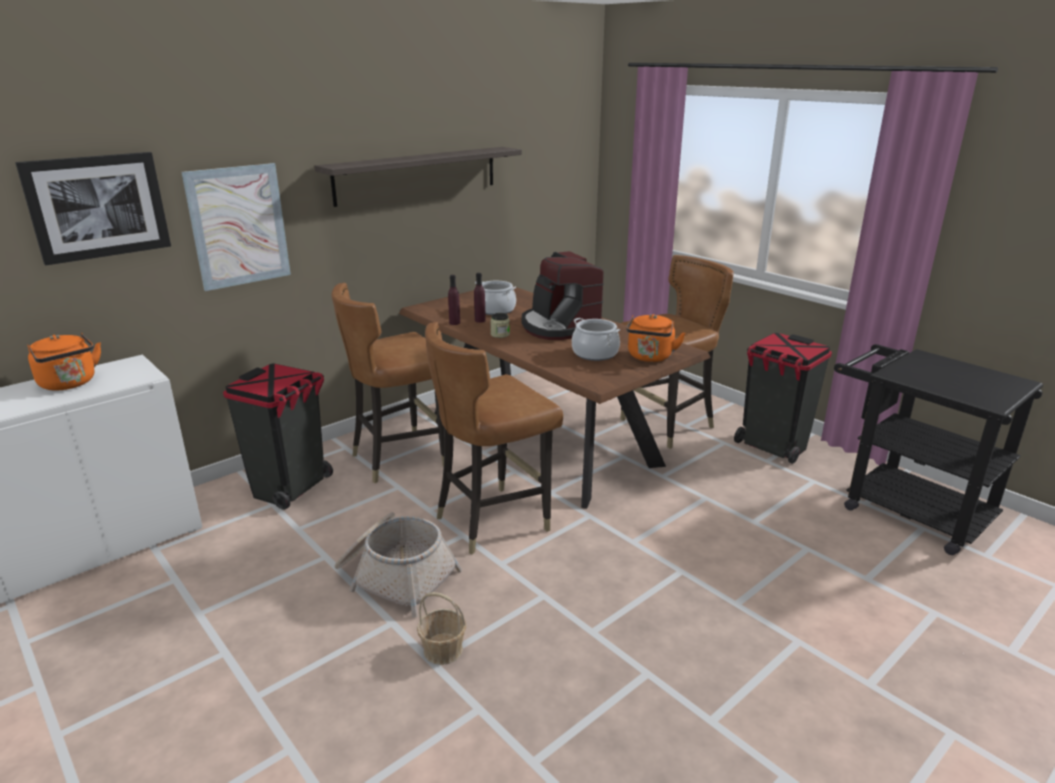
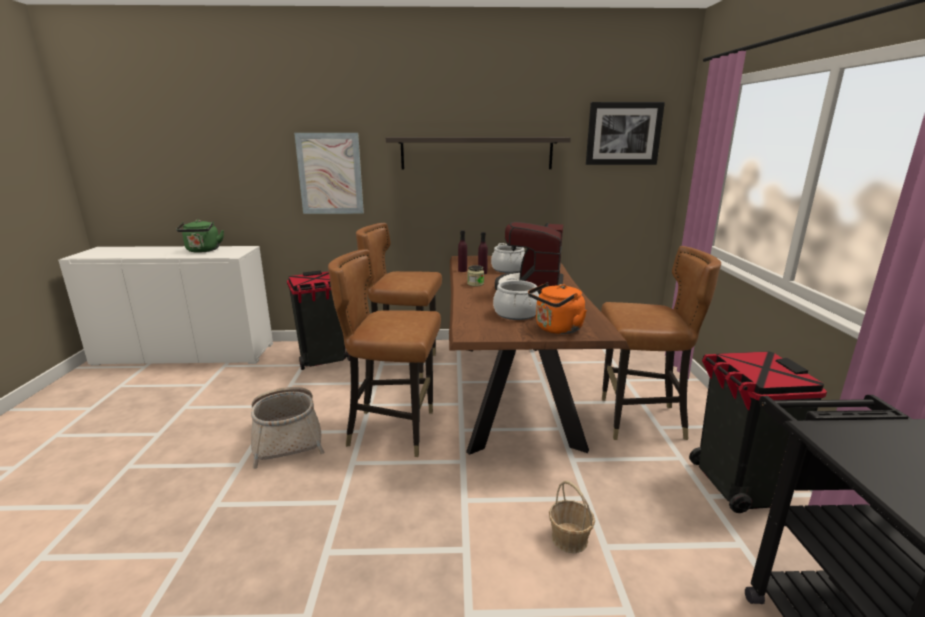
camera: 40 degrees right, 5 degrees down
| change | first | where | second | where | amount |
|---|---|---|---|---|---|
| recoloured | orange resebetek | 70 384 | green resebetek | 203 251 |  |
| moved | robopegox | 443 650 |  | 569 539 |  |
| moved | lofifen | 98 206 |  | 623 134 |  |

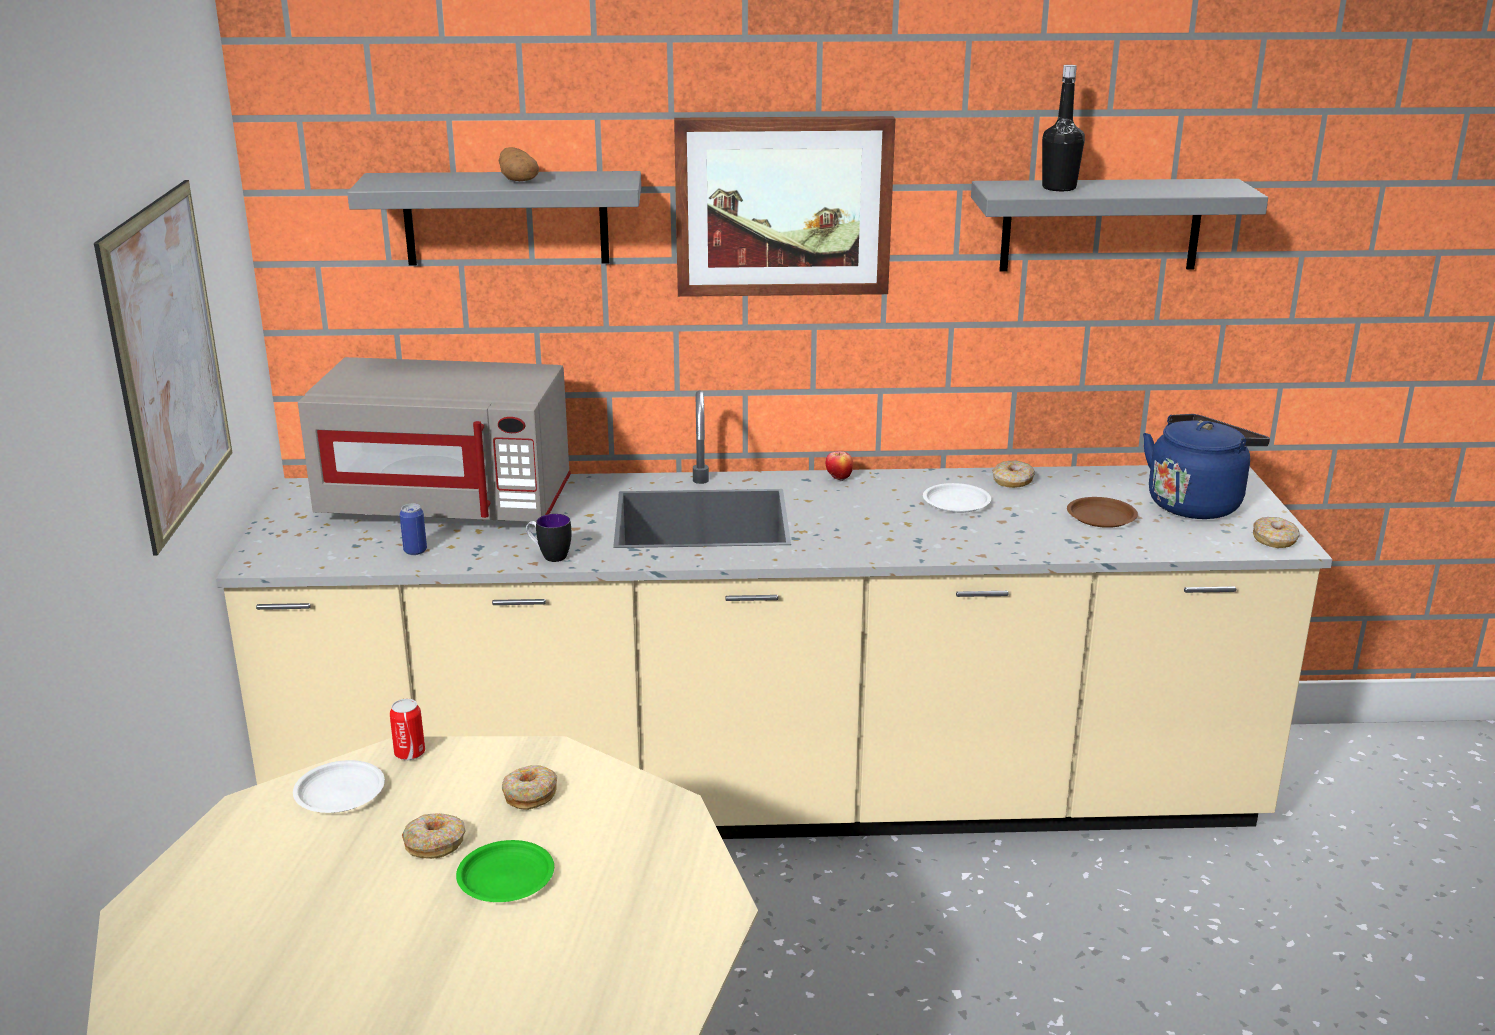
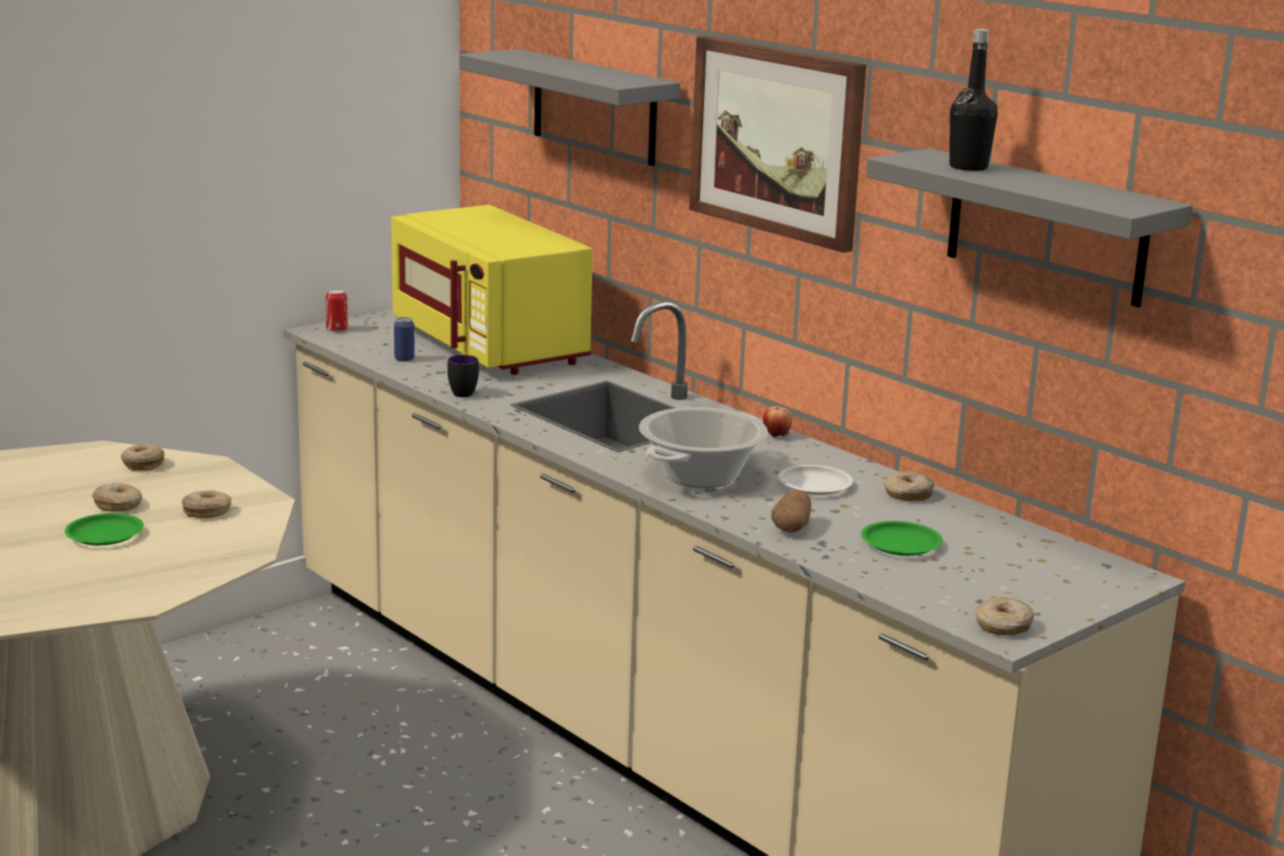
camera: 50 degrees right, 5 degrees down
| change | first | where | second | where | amount |
|---|---|---|---|---|---|
| replaced | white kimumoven | 339 792 | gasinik | 142 464 |  |
| moved | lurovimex | 409 753 |  | 337 329 |  |
| recoloured | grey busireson | 448 504 | yellow busireson | 491 345 |  |
| added |  |  | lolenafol | 700 475 |  |
| moved | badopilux | 517 180 |  | 792 527 |  |
| recoloured | brown kimumoven | 1101 517 | green kimumoven | 900 544 |  |
| removed | lofifen | 169 361 |  |  |  |
| removed | blue resebetek | 1196 503 |  |  |  |

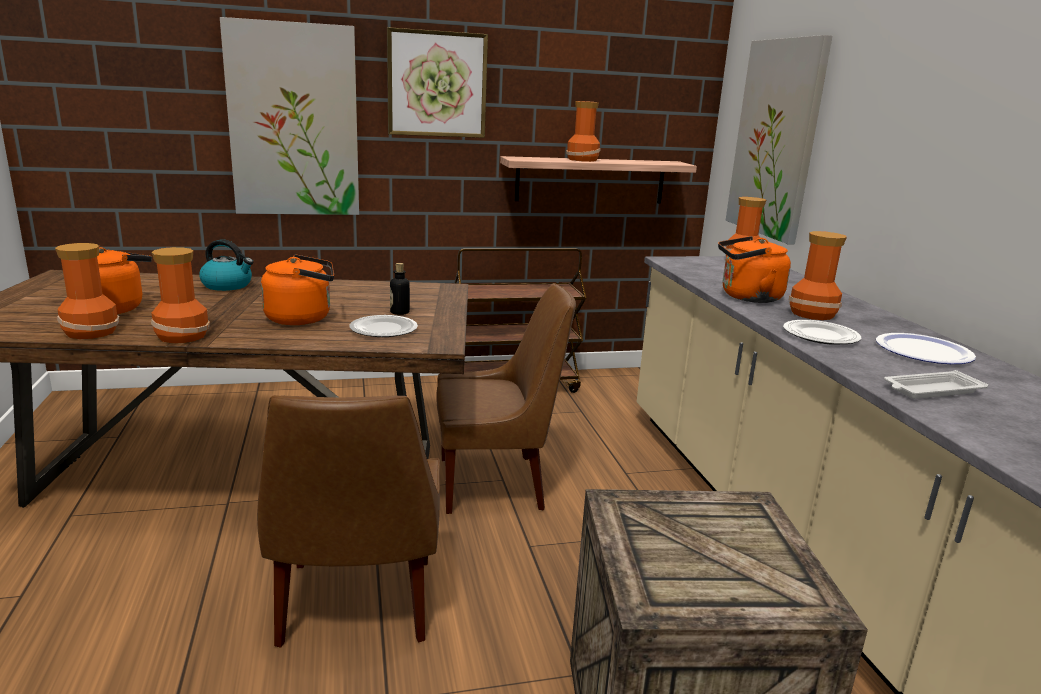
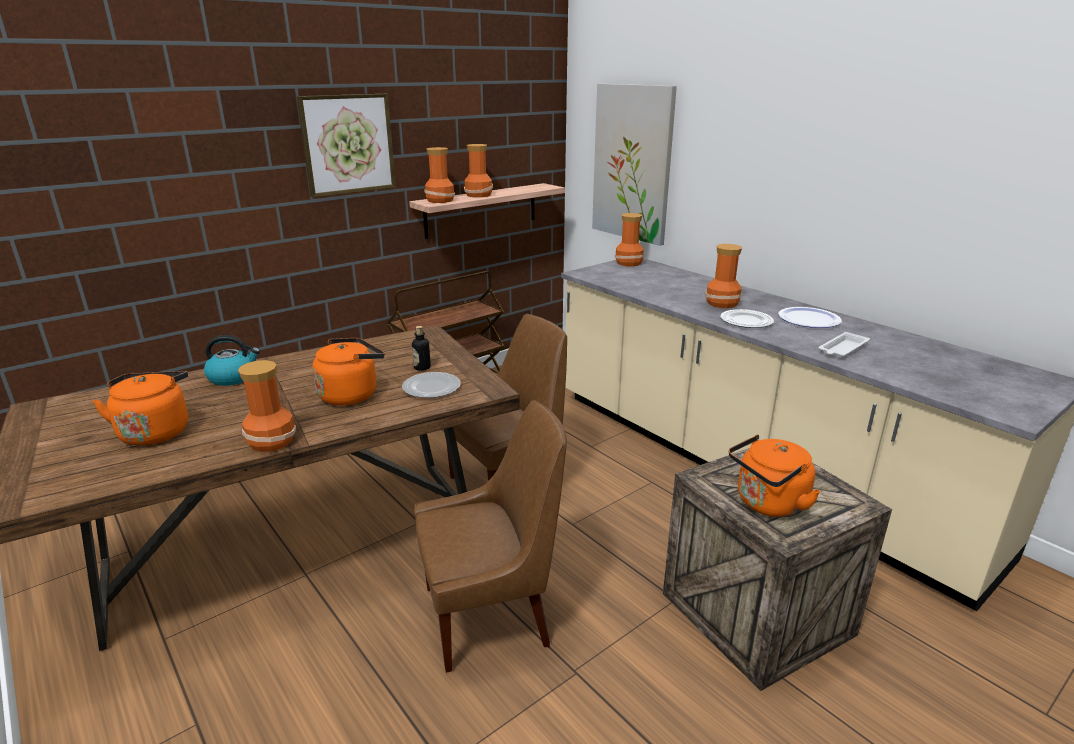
camera: 25 degrees left, 5 degrees up
| change | first | where | second | where | amount |
|---|---|---|---|---|---|
| turned | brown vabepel | 356 606 |  | 491 615 | 75 degrees counterclockwise |
| moved | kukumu | 90 331 |  | 439 200 |  |
| moved | orange resebetek | 747 297 |  | 768 504 |  |
| removed | lofifen | 294 121 |  |  |  |

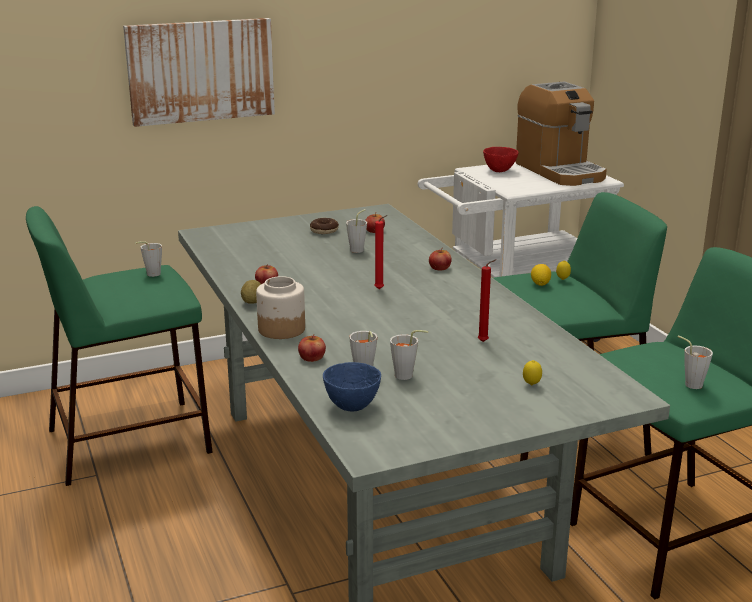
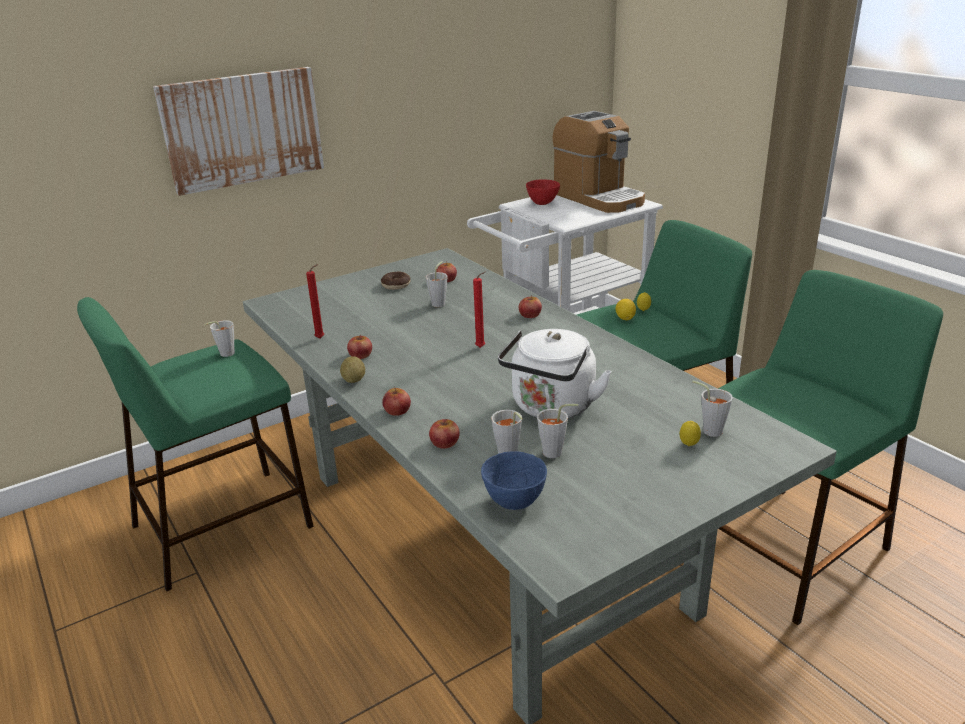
camera: 10 degrees left, 5 degrees up
| change | first | where | second | where | amount |
|---|---|---|---|---|---|
| moved | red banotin | 484 342 |  | 321 338 |  |
| replaced | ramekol | 281 329 | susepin | 397 410 |  |
| added |  |  | white resebetek | 551 408 |  |
| moved | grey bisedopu | 690 383 |  | 708 430 |  |

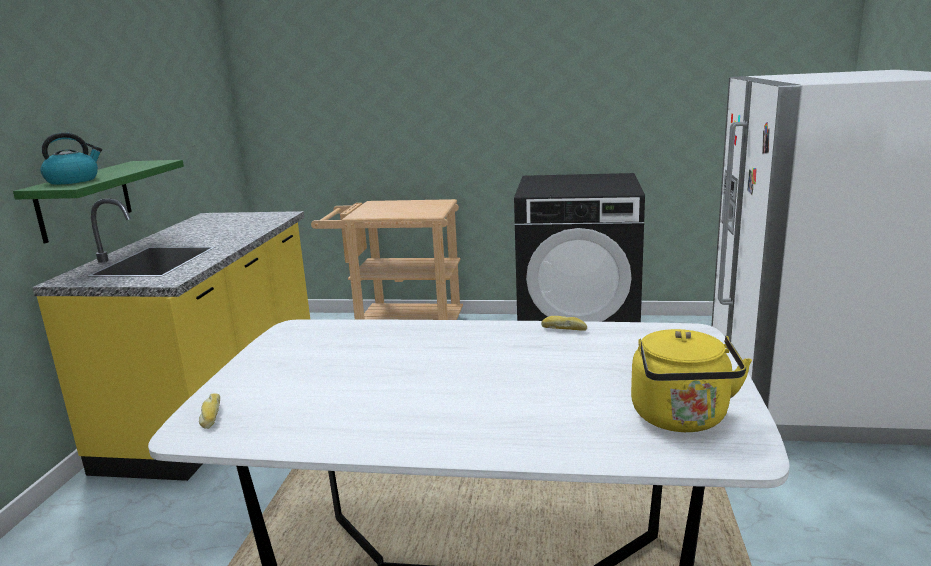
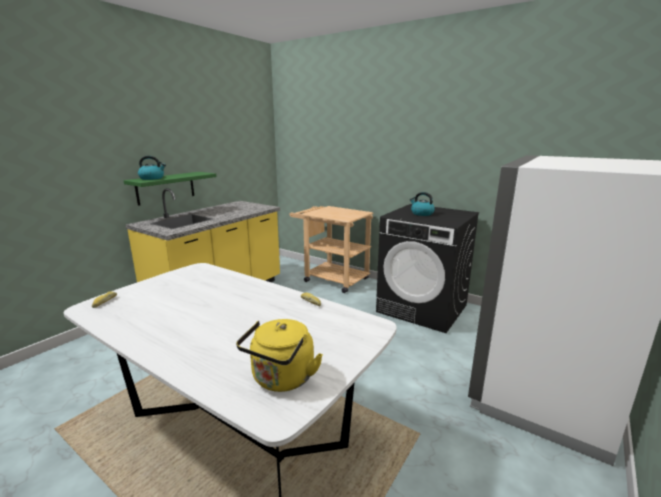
camera: 25 degrees right, 0 degrees up
| change | first | where | second | where | amount |
|---|---|---|---|---|---|
| added |  |  | resebetek | 421 213 |  |

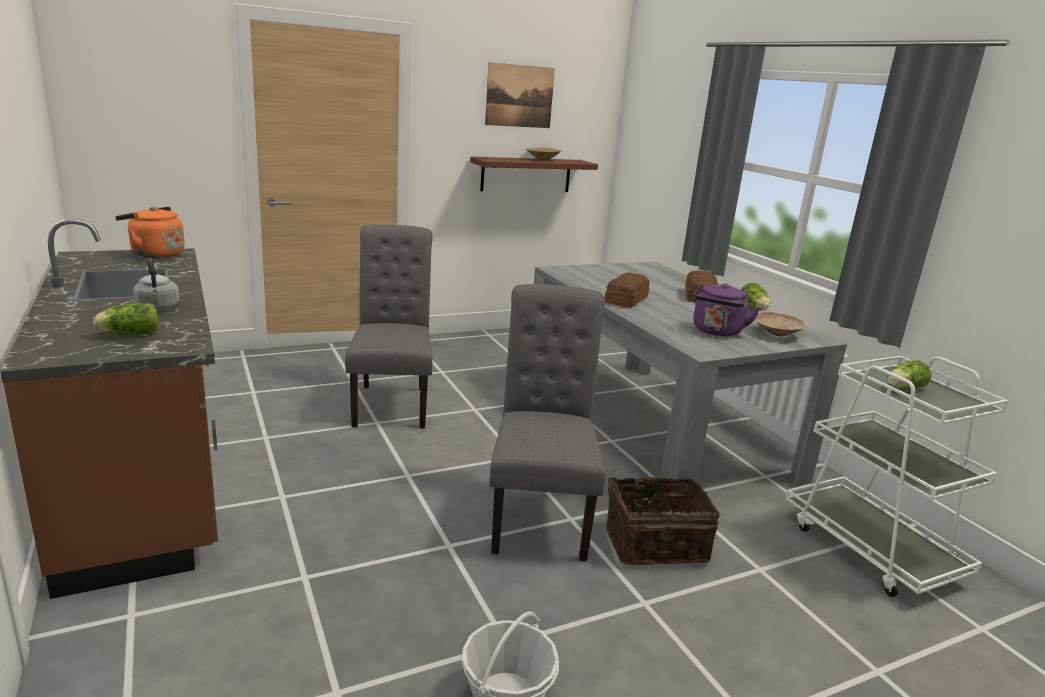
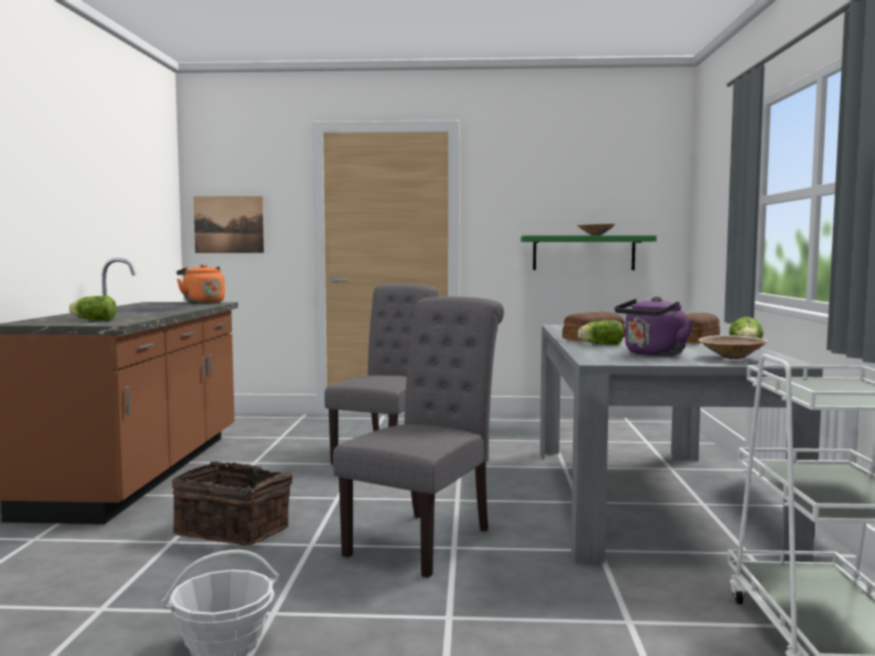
camera: 30 degrees right, 15 degrees down
| change | first | where | second | where | amount |
|---|---|---|---|---|---|
| moved | robopegox | 654 543 |  | 234 531 |  |
| moved | lofifen | 519 96 |  | 229 224 |  |
| recoloured | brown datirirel | 526 174 | green datirirel | 583 253 |  |
| moved | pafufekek | 903 388 |  | 600 344 |  |
| removed | grey resebetek | 158 308 |  |  |  |

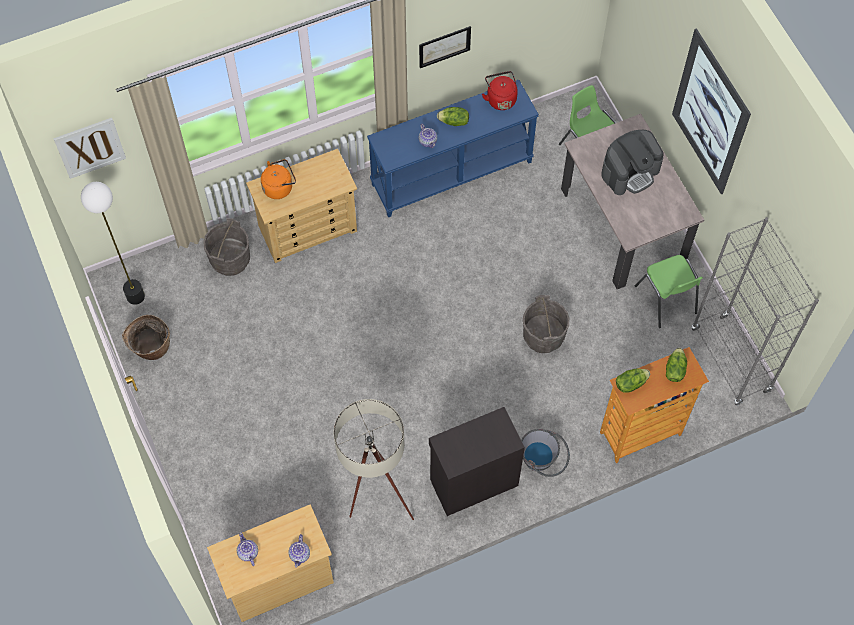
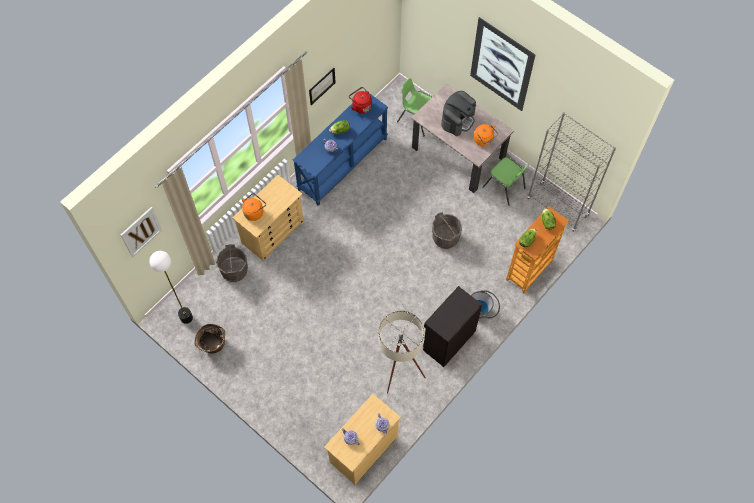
camera: 25 degrees left, 0 degrees up
| change | first | where | second | where | amount |
|---|---|---|---|---|---|
| added |  |  | orange resebetek | 484 140 |  |

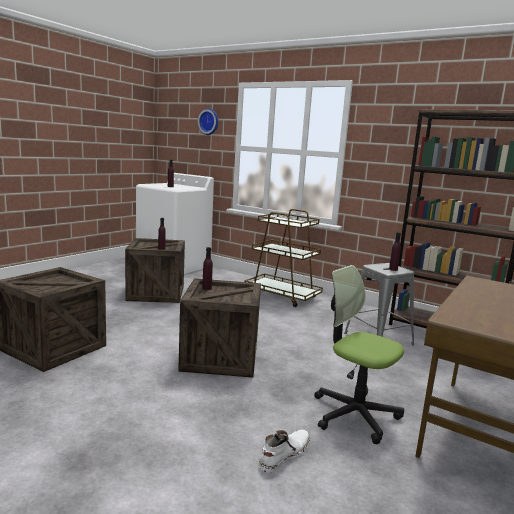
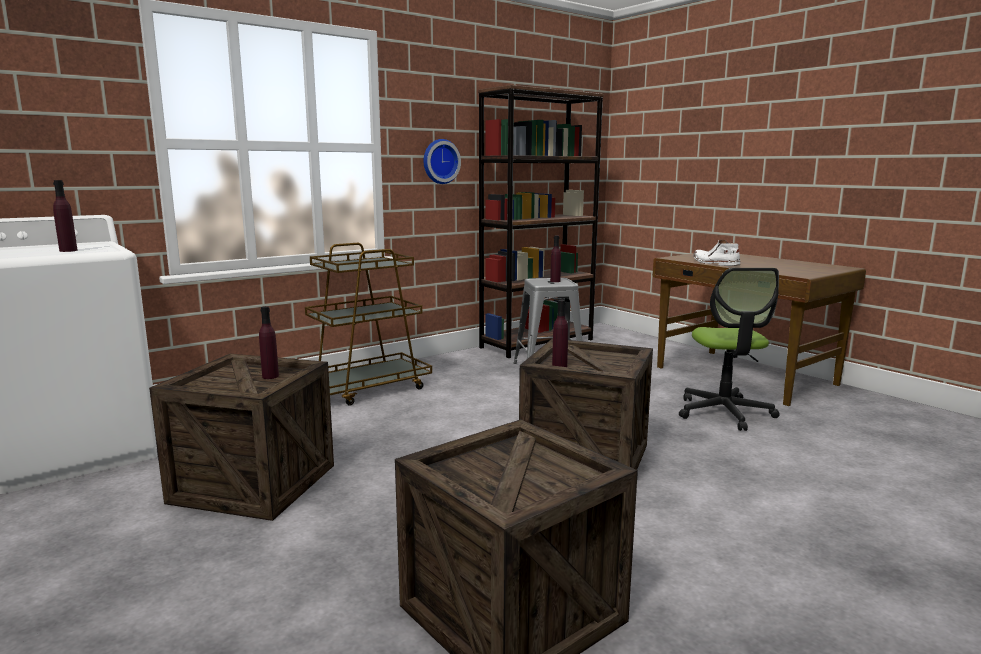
camera: 70 degrees left, 0 degrees up
| change | first | where | second | where | amount |
|---|---|---|---|---|---|
| moved | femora | 209 122 |  | 440 161 |  |
| turned | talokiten | 354 414 |  | 724 413 | 60 degrees counterclockwise |
| moved | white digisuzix | 284 454 |  | 714 263 |  |

